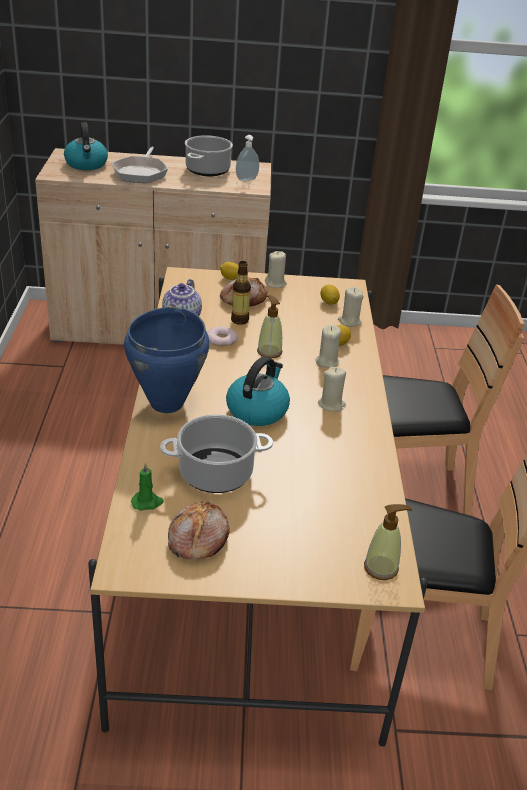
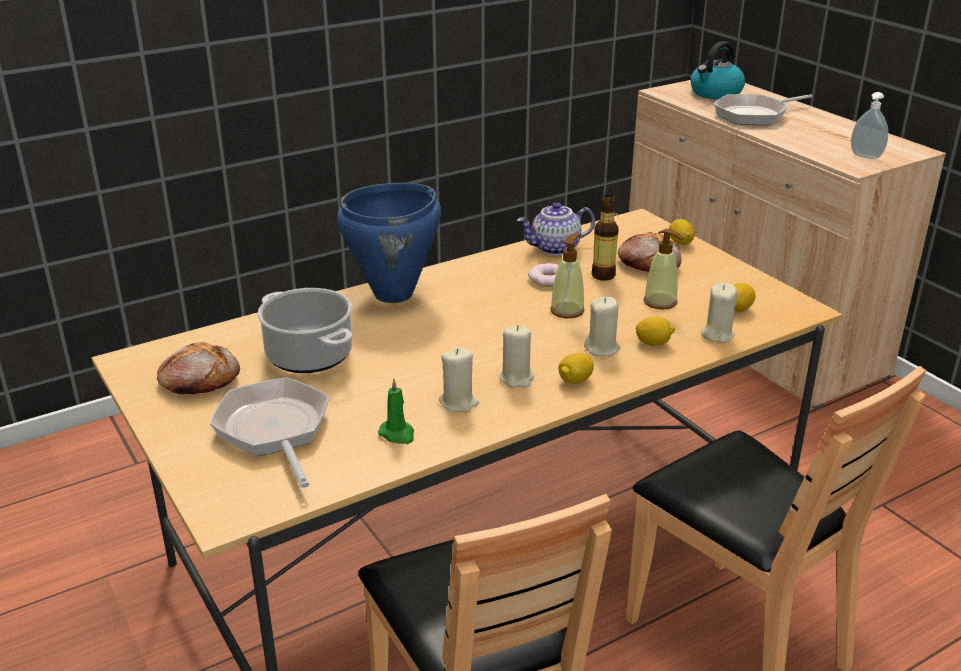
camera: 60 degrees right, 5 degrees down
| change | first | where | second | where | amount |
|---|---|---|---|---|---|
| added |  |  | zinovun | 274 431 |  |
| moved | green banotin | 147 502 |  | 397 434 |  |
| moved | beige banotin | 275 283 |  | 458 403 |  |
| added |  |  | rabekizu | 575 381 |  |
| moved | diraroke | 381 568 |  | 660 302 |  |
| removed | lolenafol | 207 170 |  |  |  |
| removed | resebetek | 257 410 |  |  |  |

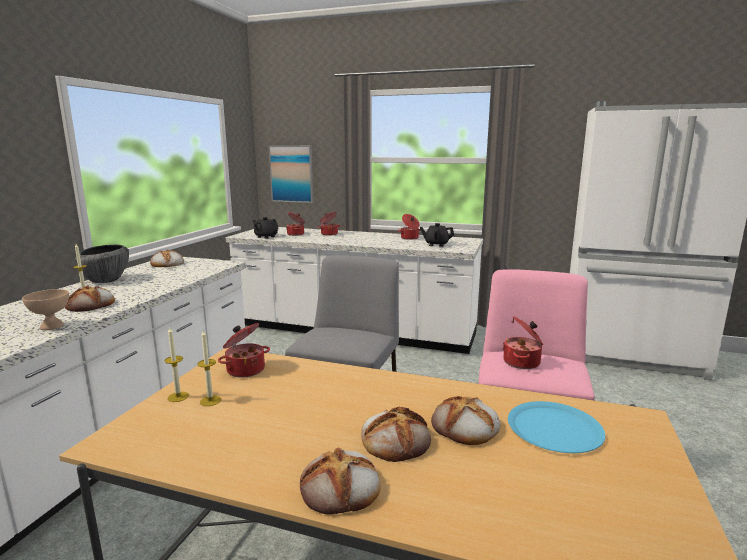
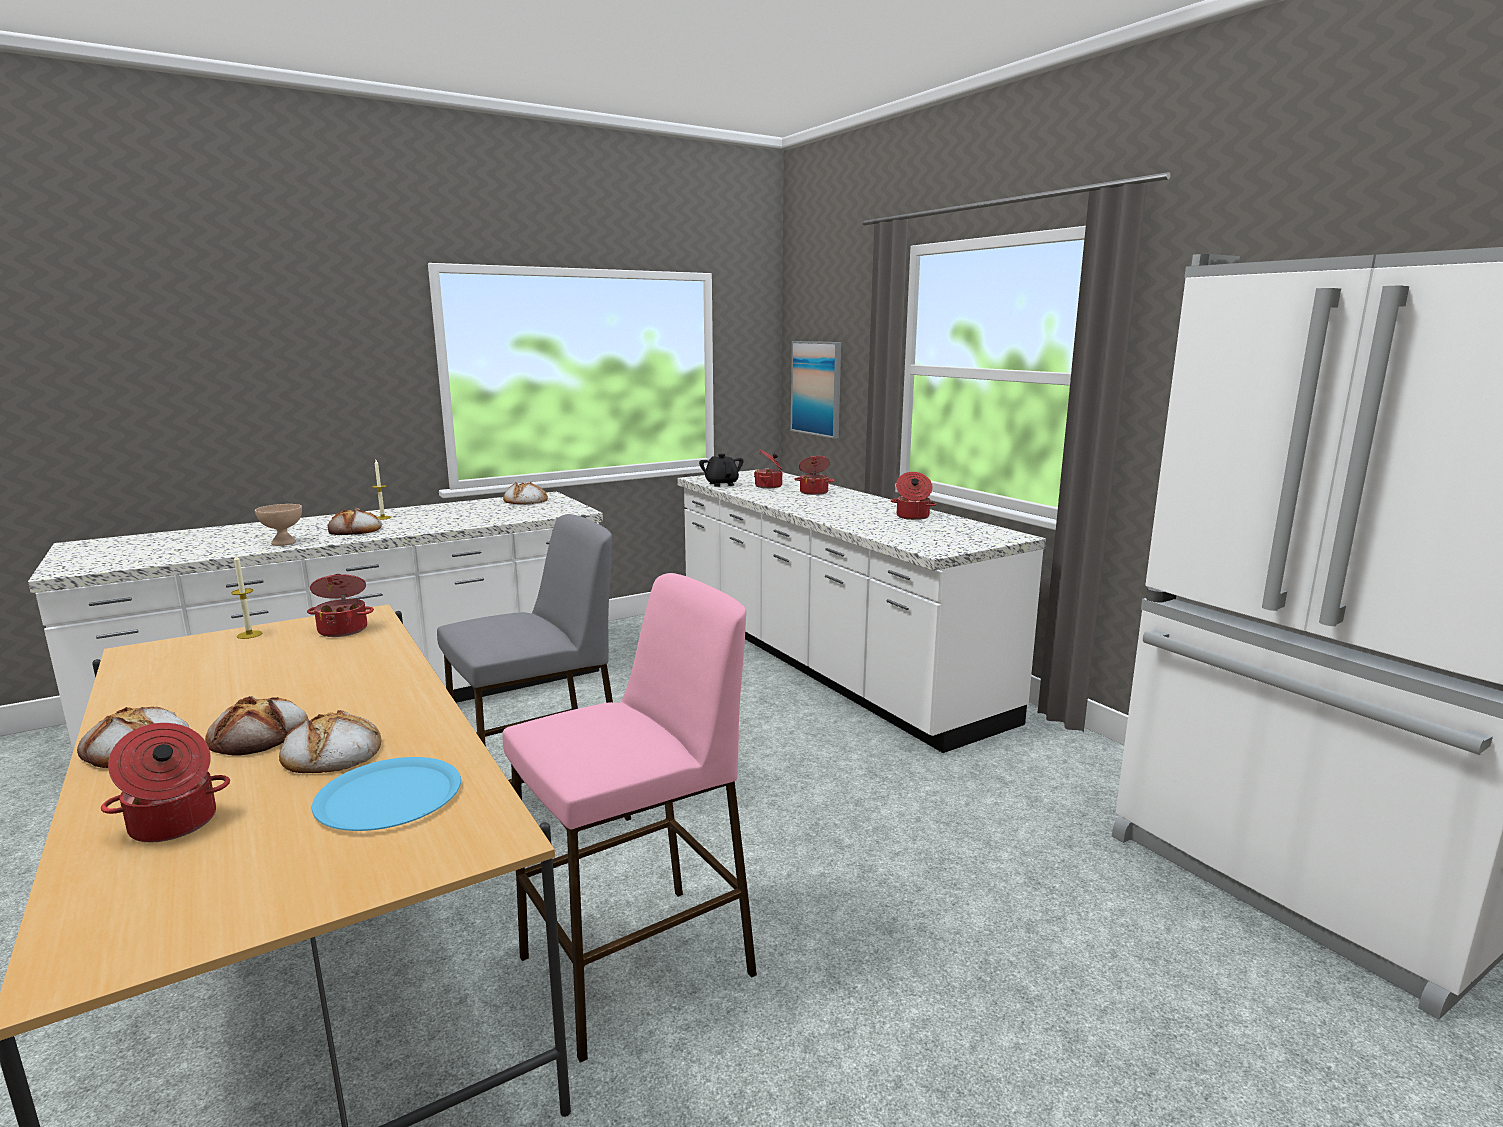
camera: 40 degrees right, 0 degrees up
| change | first | where | second | where | amount |
|---|---|---|---|---|---|
| moved | lolenafol | 522 362 |  | 173 825 |  |
| removed | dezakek | 106 280 |  |  |  |
| removed | banotin | 210 401 |  |  |  |
| removed | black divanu | 436 244 |  |  |  |

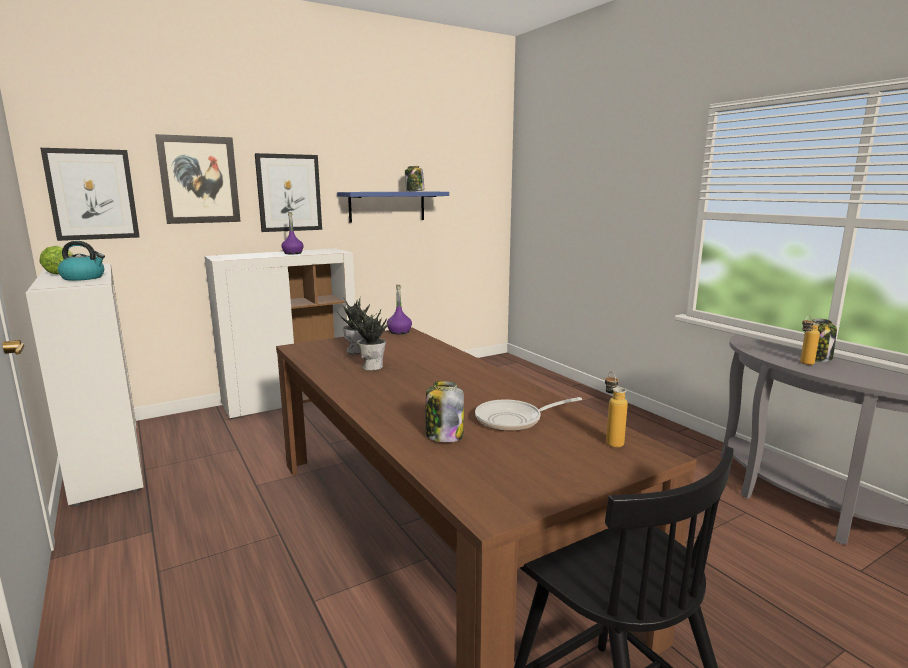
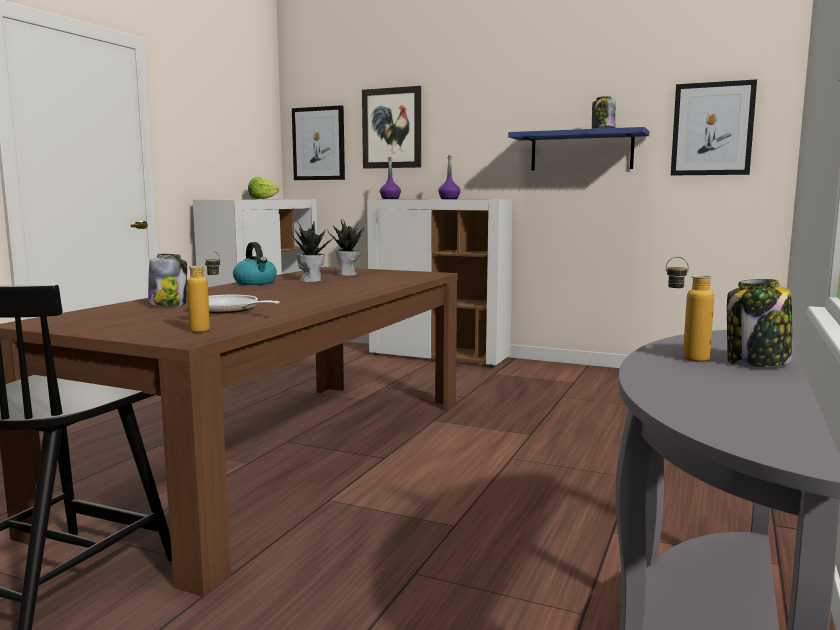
camera: 55 degrees right, 5 degrees down
| change | first | where | second | where | amount |
|---|---|---|---|---|---|
| moved | resebetek | 84 278 |  | 256 283 |  |
| moved | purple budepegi | 399 332 |  | 390 199 |  |
| moved | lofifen | 289 193 |  | 712 129 |  |

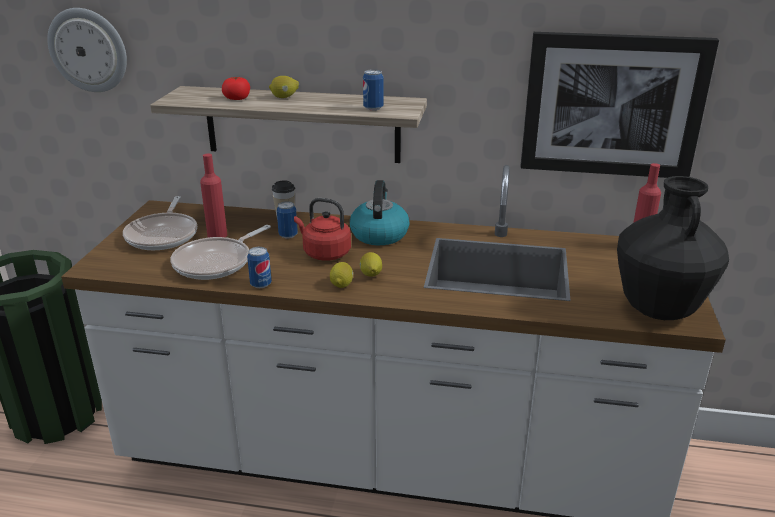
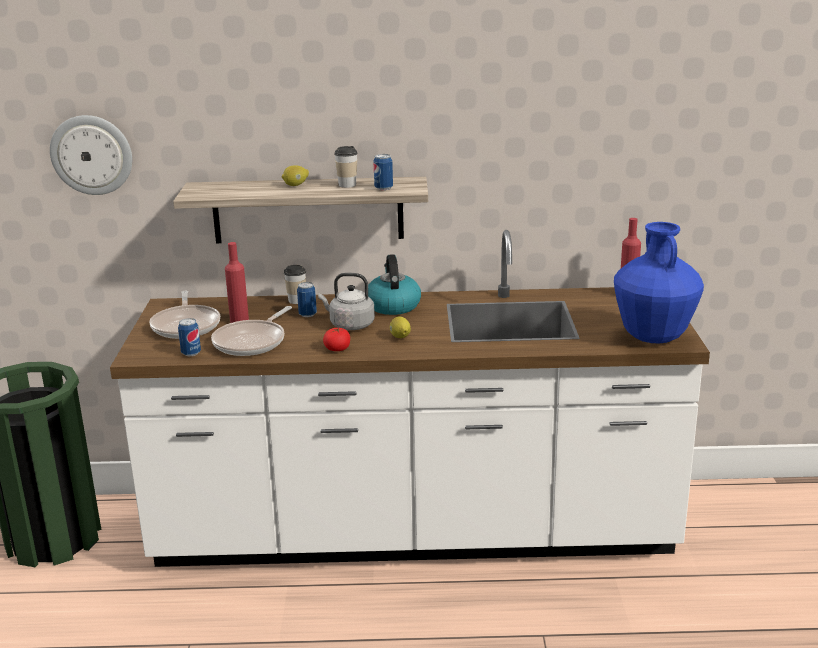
camera: 10 degrees left, 5 degrees down
| change | first | where | second | where | amount |
|---|---|---|---|---|---|
| moved | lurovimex | 261 284 |  | 191 353 |  |
| recoloured | red resebetek | 324 253 | grey resebetek | 349 325 |  |
| moved | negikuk | 237 98 |  | 337 348 |  |
| added |  |  | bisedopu | 347 185 |  |
| recoloured | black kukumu | 658 310 | blue kukumu | 653 337 |  |
| removed | rabekizu | 342 284 |  |  |  |
| removed | lofifen | 612 105 |  |  |  |

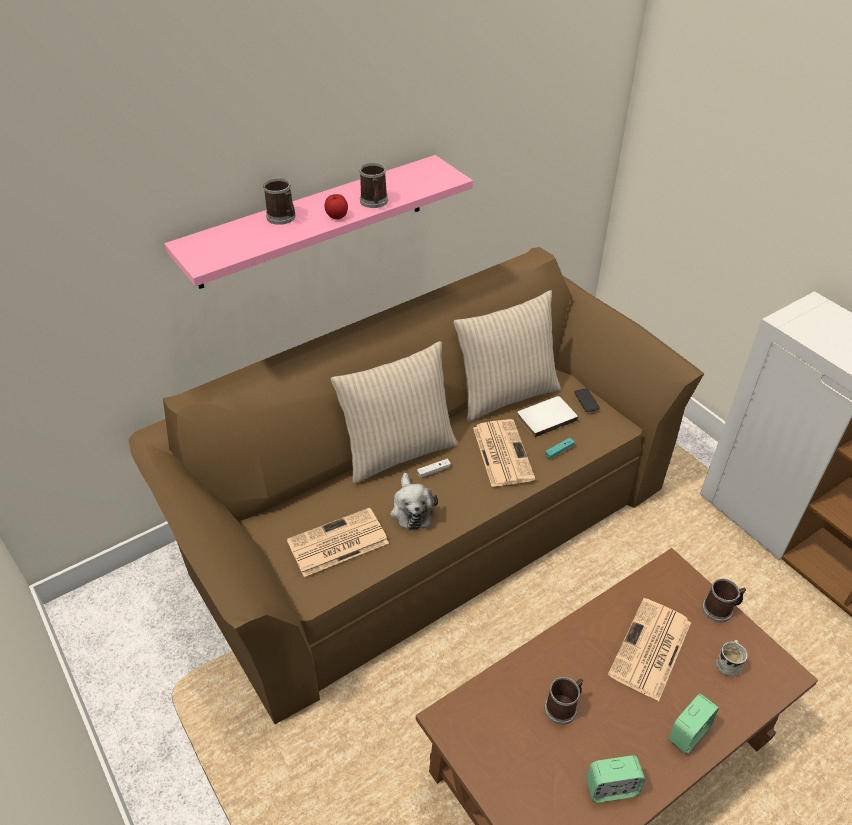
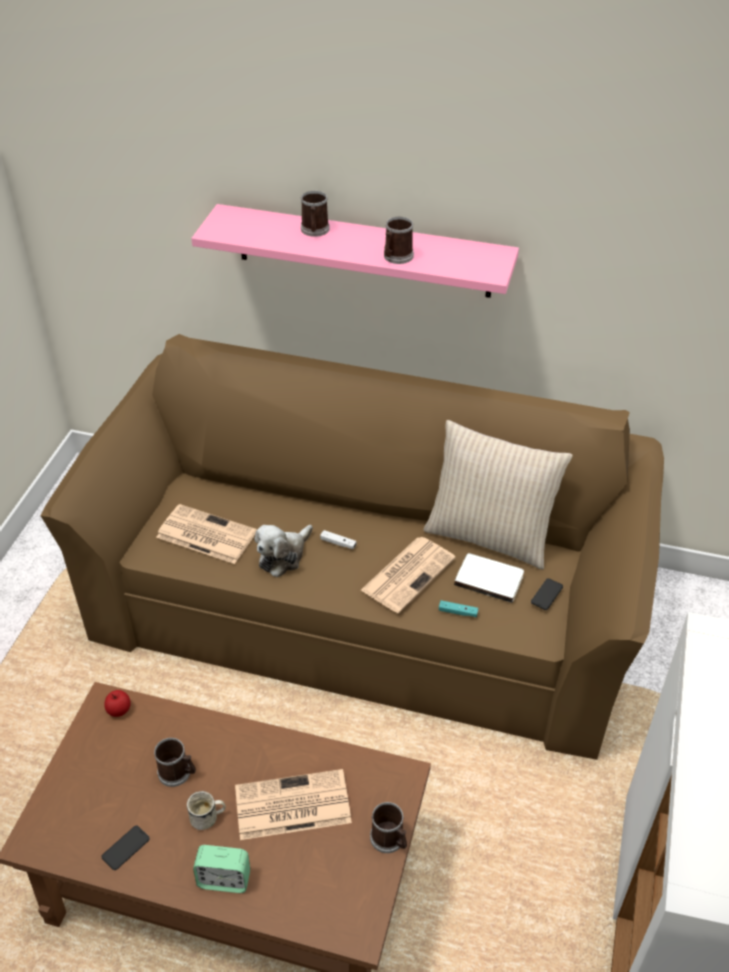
camera: 50 degrees right, 0 degrees up
| change | first | where | second | where | amount |
|---|---|---|---|---|---|
| replaced | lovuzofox | 611 788 | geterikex | 125 848 |  |
| moved | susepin | 337 216 |  | 119 710 |  |
| moved | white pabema | 729 663 |  | 208 818 |  |
| removed | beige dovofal | 398 451 |  |  |  |

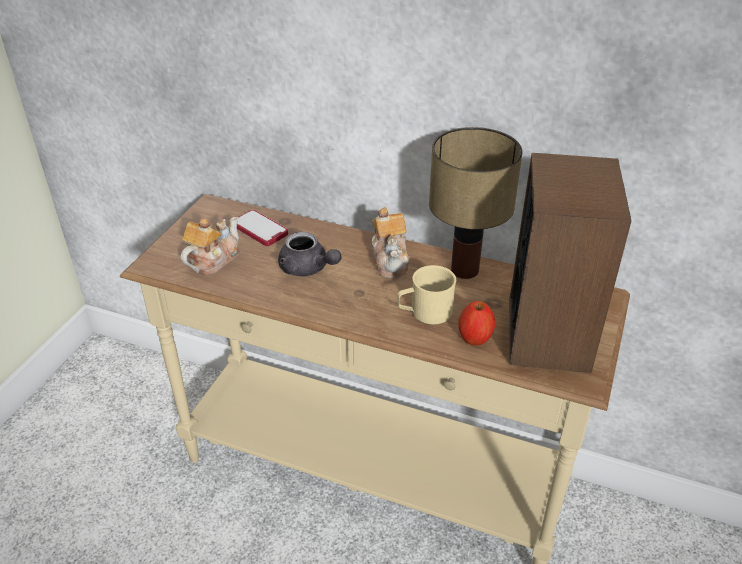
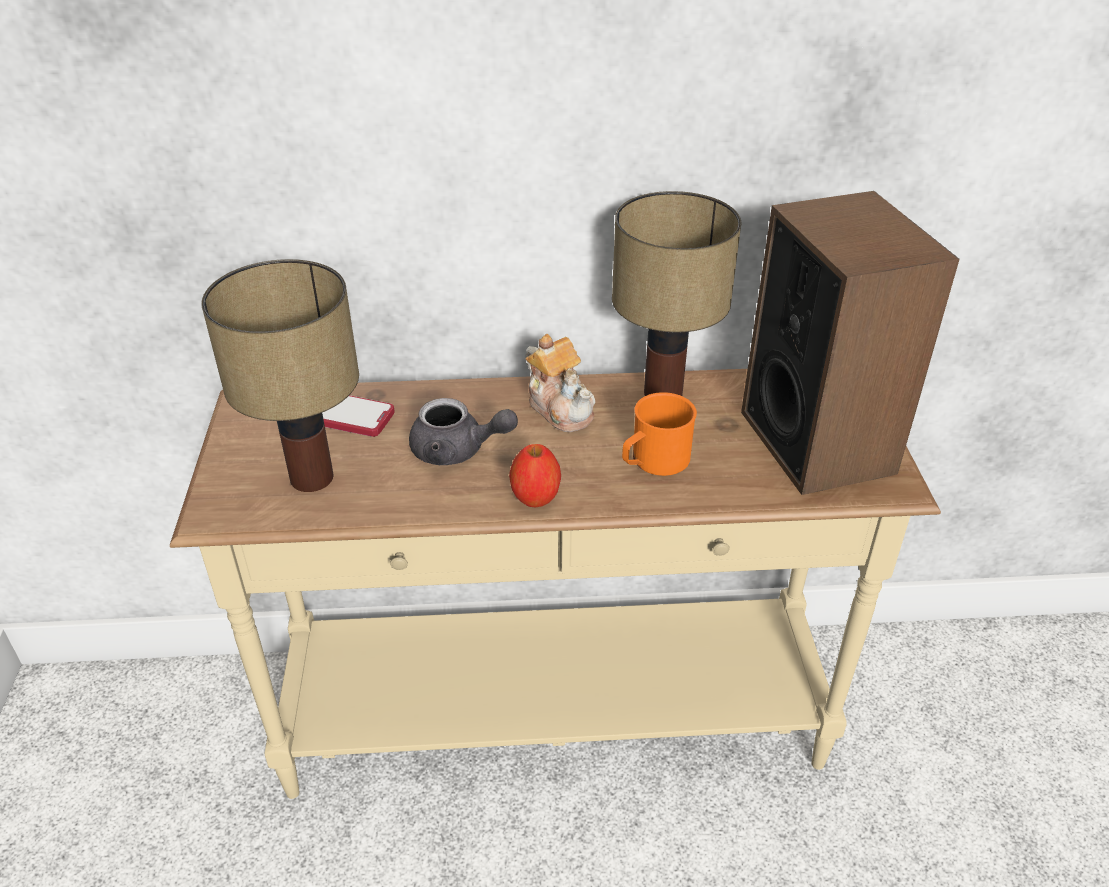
camera: 25 degrees left, 0 degrees up
| change | first | where | second | where | amount |
|---|---|---|---|---|---|
| replaced | divanu | 213 260 | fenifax | 309 478 |  |
| moved | susepin | 475 338 |  | 536 497 |  |
| recoloured | beige pabema | 425 312 | orange pabema | 653 462 |  |

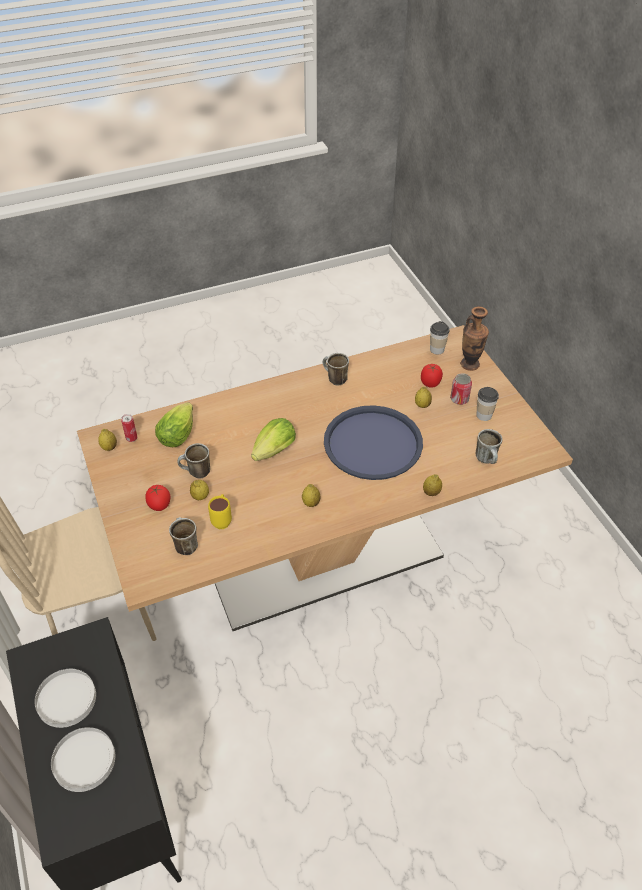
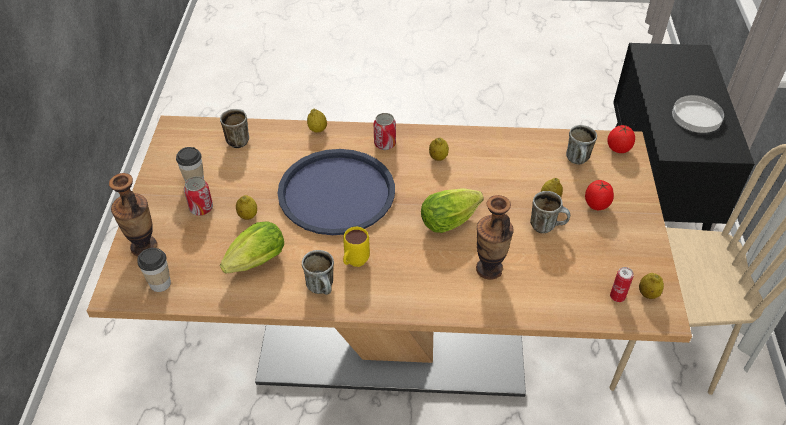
camera: 155 degrees left, 0 degrees up
| change | first | where | second | where | amount |
|---|---|---|---|---|---|
| moved | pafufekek | 179 433 |  | 253 264 |  |
| moved | yellow pabema | 222 520 |  | 354 263 |  |
| added |  |  | lurovimex | 385 144 |  |
| added |  |  | kukumu | 489 269 |  |
| moved | negikuk | 430 383 |  | 618 149 |  |
| removed | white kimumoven | 84 761 |  |  |  |

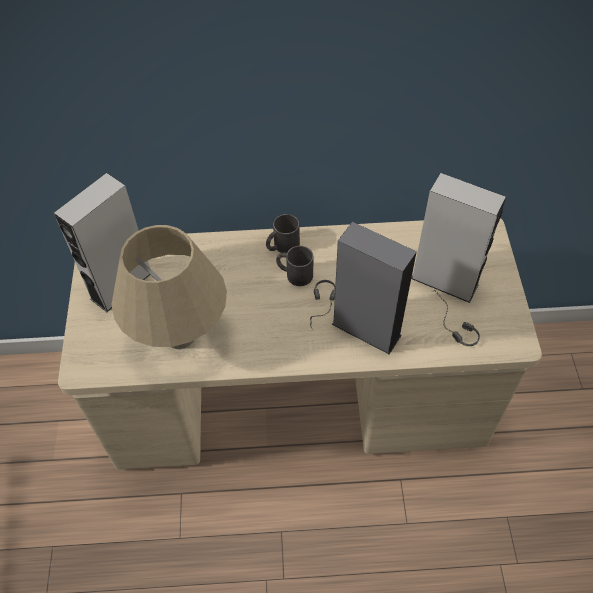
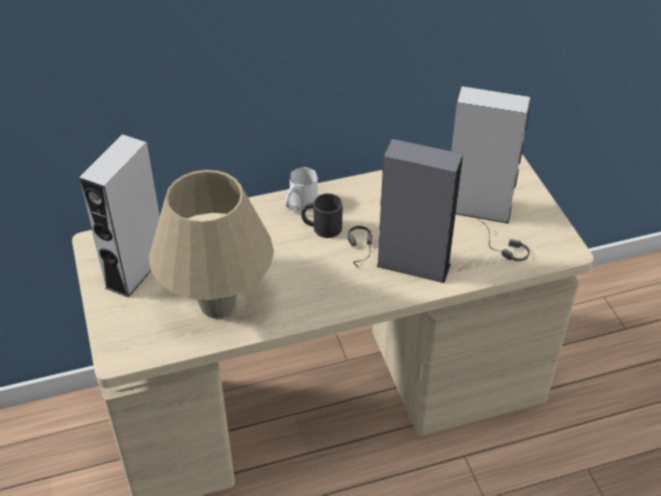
camera: 15 degrees left, 10 degrees down
| change | first | where | second | where | amount |
|---|---|---|---|---|---|
| recoloured | black pabema | 282 246 | white pabema | 300 204 |  |

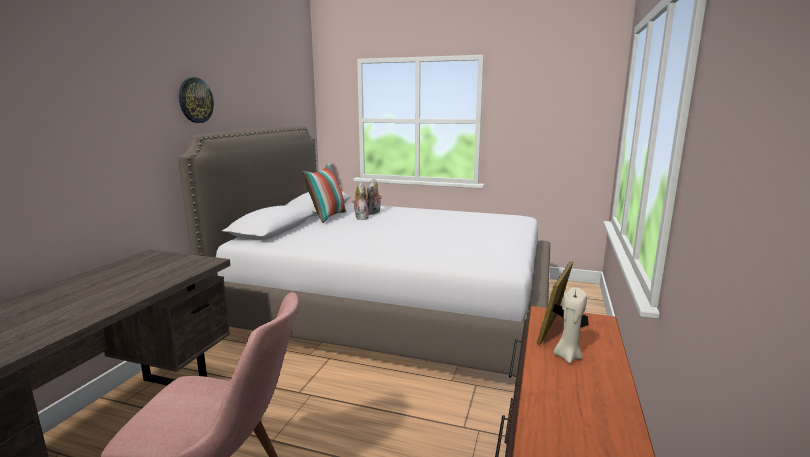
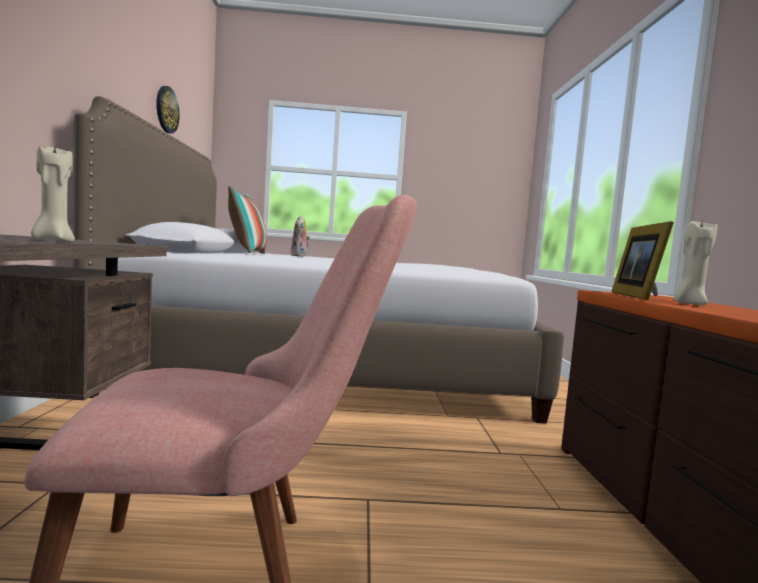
camera: 20 degrees left, 10 degrees down
| change | first | where | second | where | amount |
|---|---|---|---|---|---|
| added |  |  | beige banotin | 52 241 |  |
| moved | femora | 195 100 |  | 166 109 |  |
| removed | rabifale | 360 217 |  |  |  |

